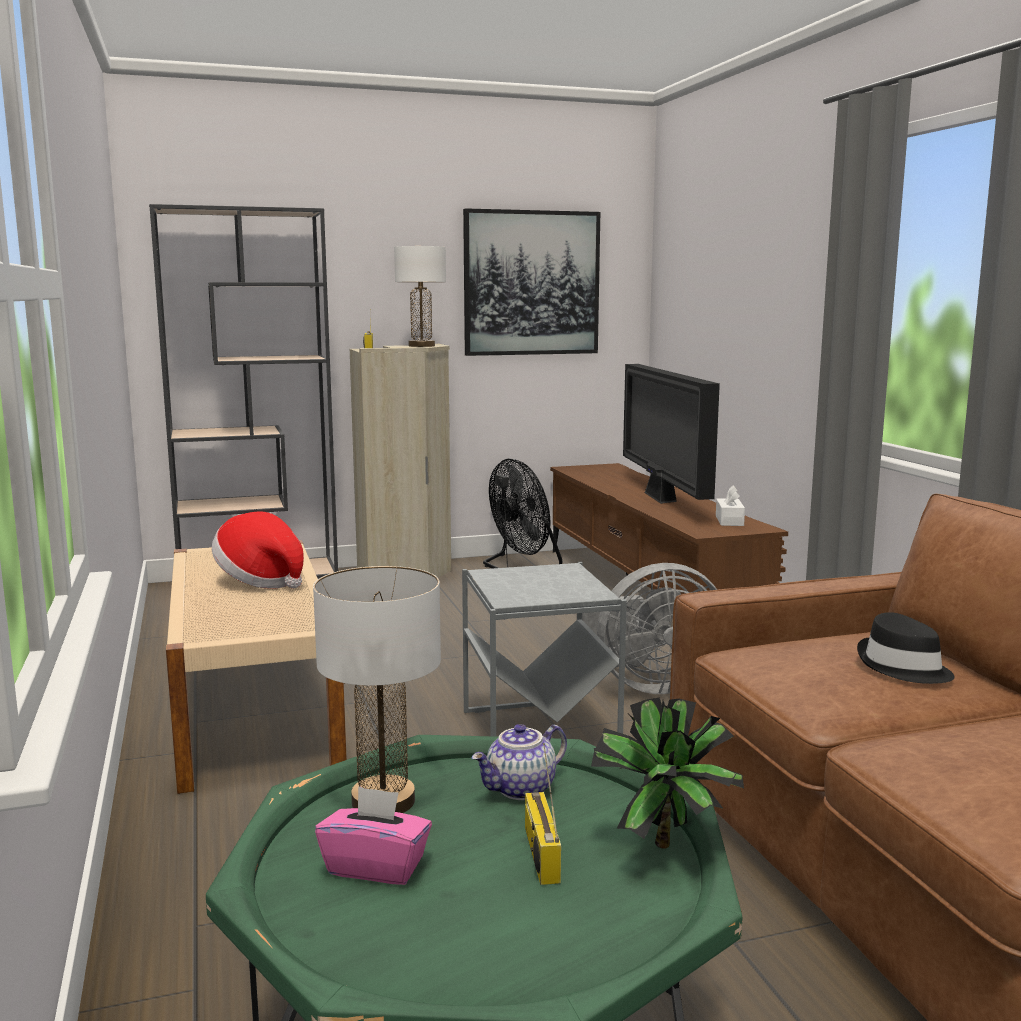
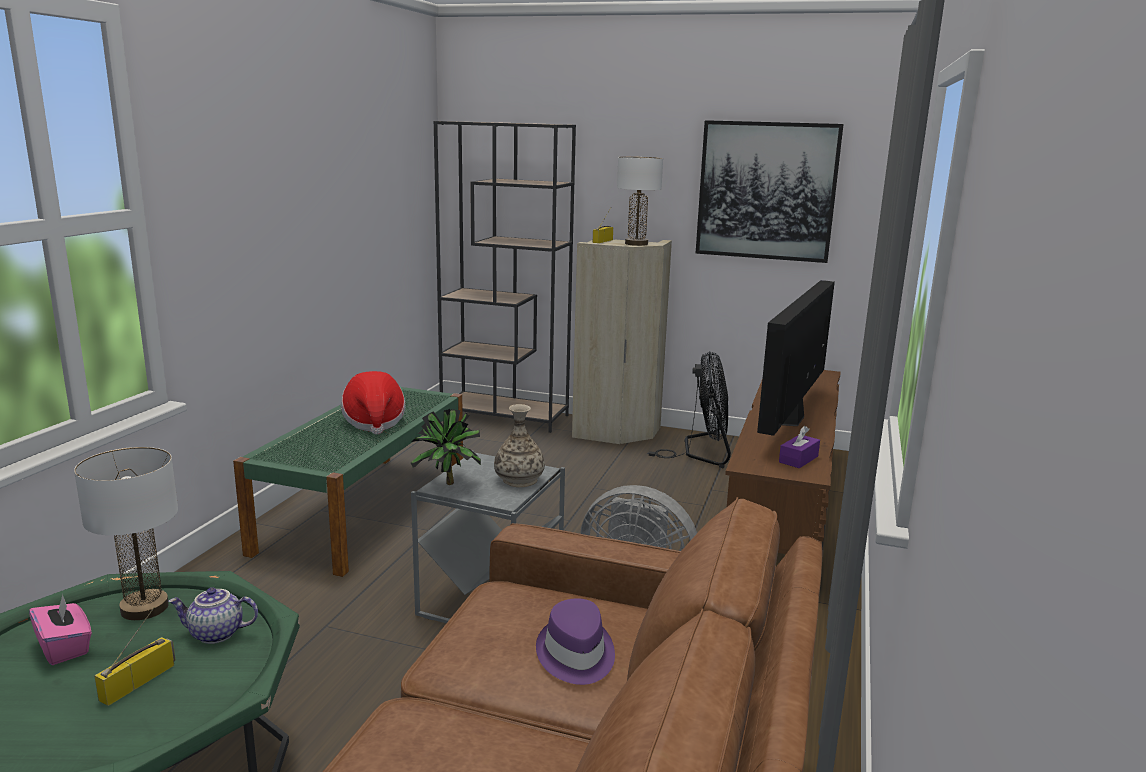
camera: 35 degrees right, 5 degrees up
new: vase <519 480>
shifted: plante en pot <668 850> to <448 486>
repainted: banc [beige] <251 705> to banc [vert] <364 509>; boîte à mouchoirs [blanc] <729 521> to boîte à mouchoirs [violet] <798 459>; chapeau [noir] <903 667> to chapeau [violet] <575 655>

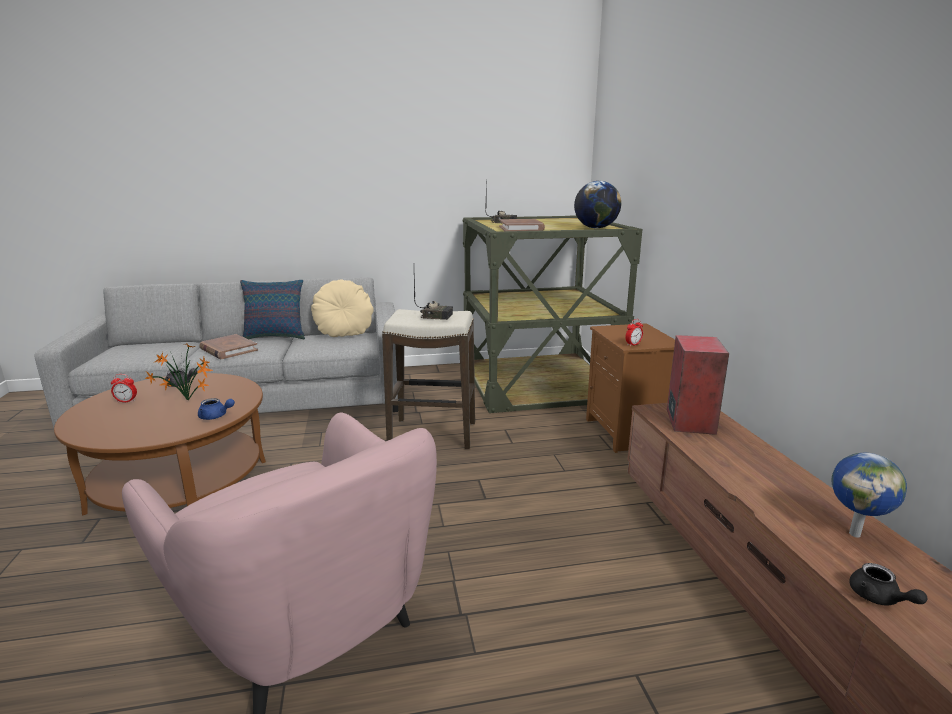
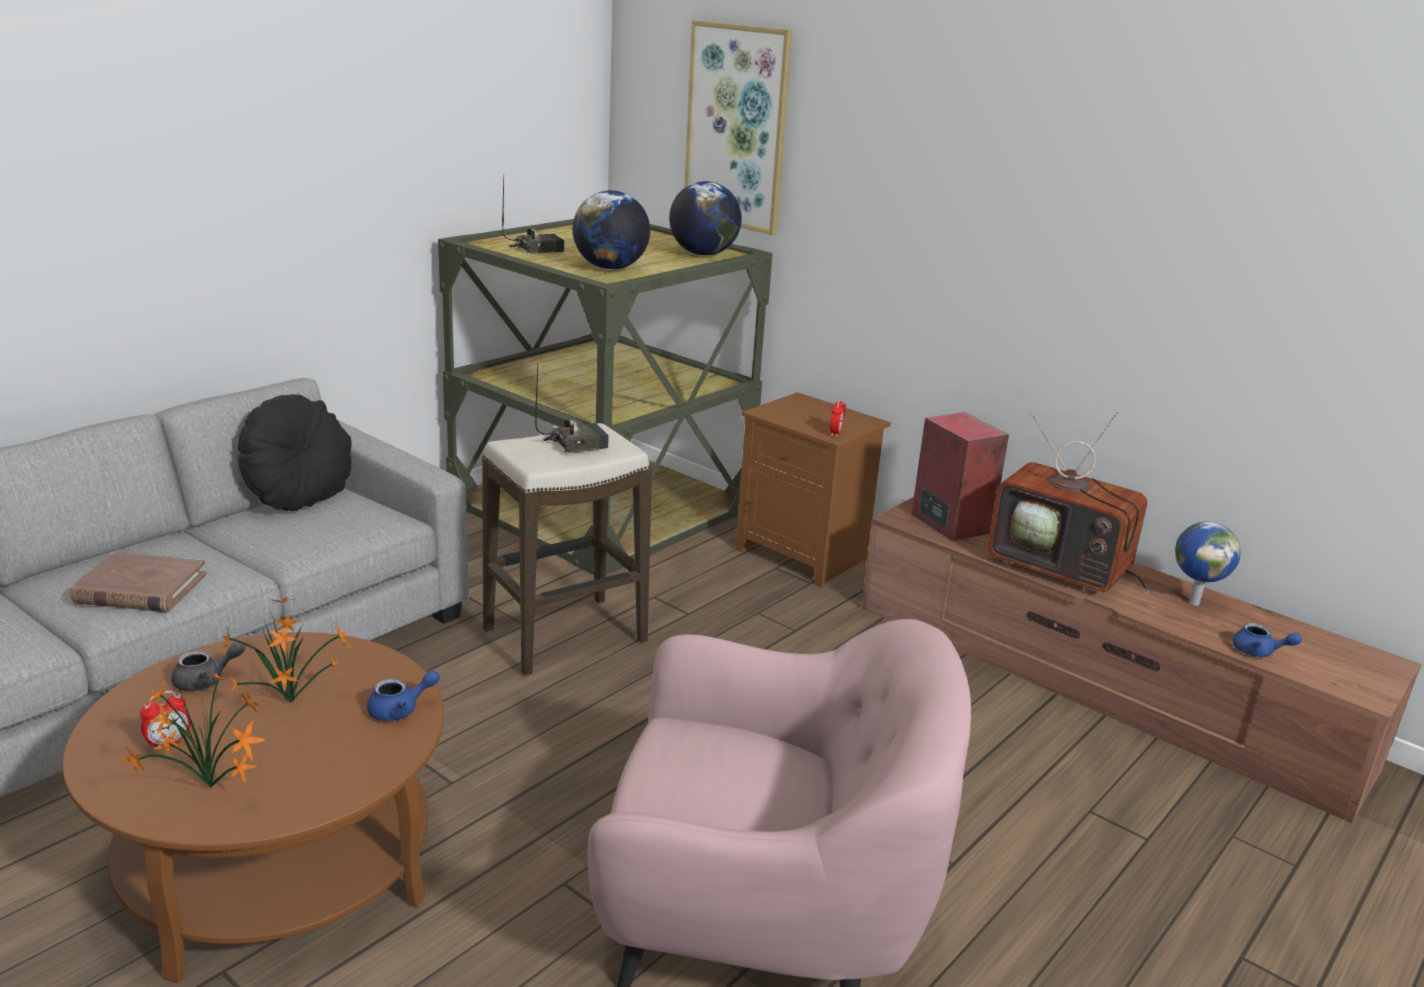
camera: 40 degrees left, 5 degrees up
gone: coussin [bleu] <275 337>
new: plante en pot <212 790>; tableau <737 127>; téléviseur <1063 568>
swapped: livre [marron] <521 229> to globe <610 268>
repainted: coussin [beige] <344 334> to coussin [noir] <300 501>; théière [noir] <879 598> to théière [bleu] <1258 652>

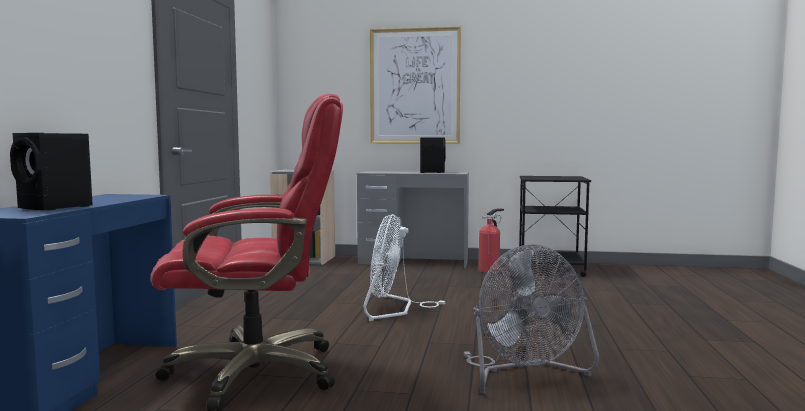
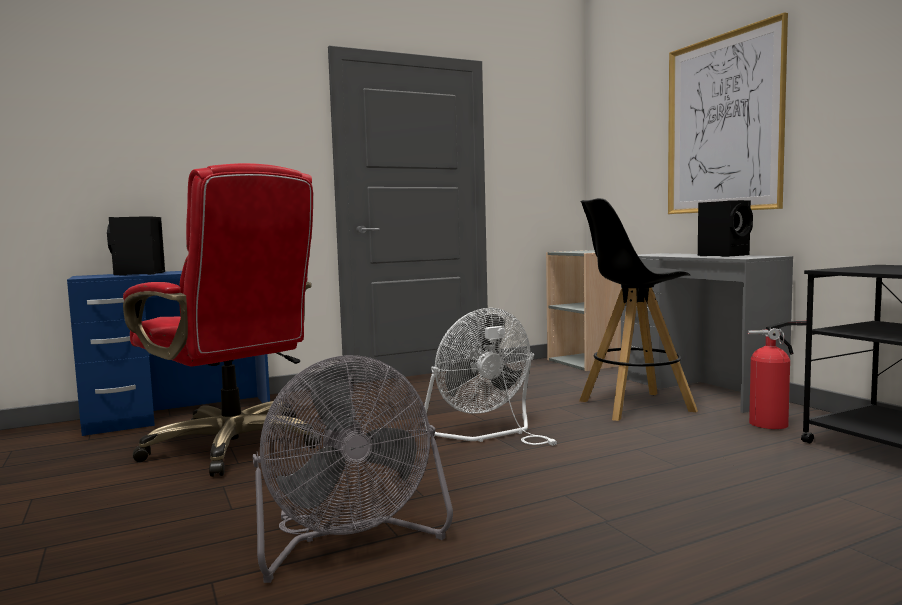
camera: 55 degrees right, 0 degrees up
new: tabouret [noir] <634 406>
rotated: ventilateur [gris] <519 374> = <342 544> 60 degrees counterclockwise

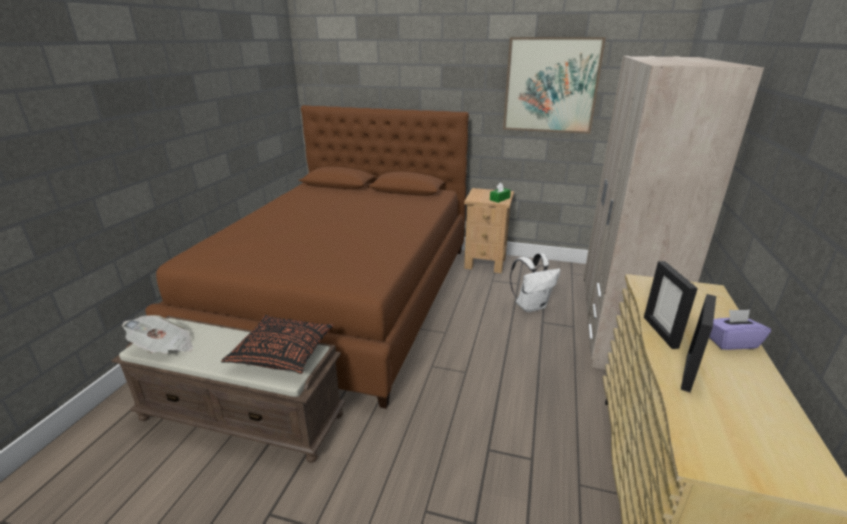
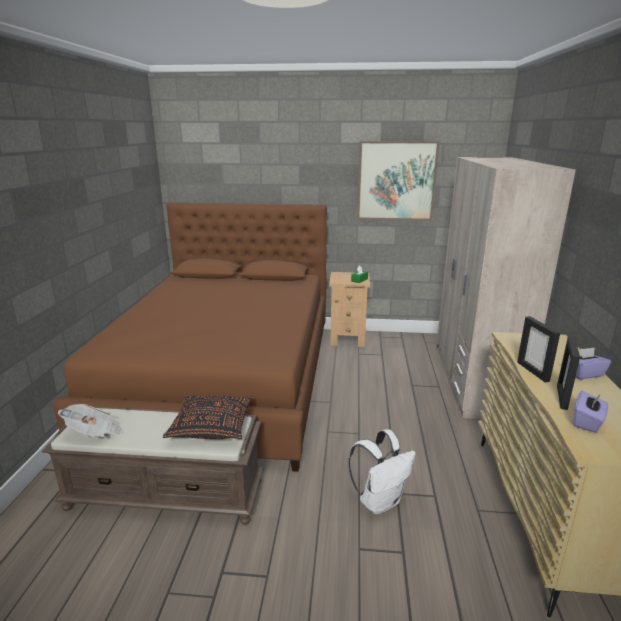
camera: 10 degrees left, 5 degrees down
new: boîte à mouchoirs [violet] <587 422>
shifted: sac à dos [blanc] <531 306> to <380 501>

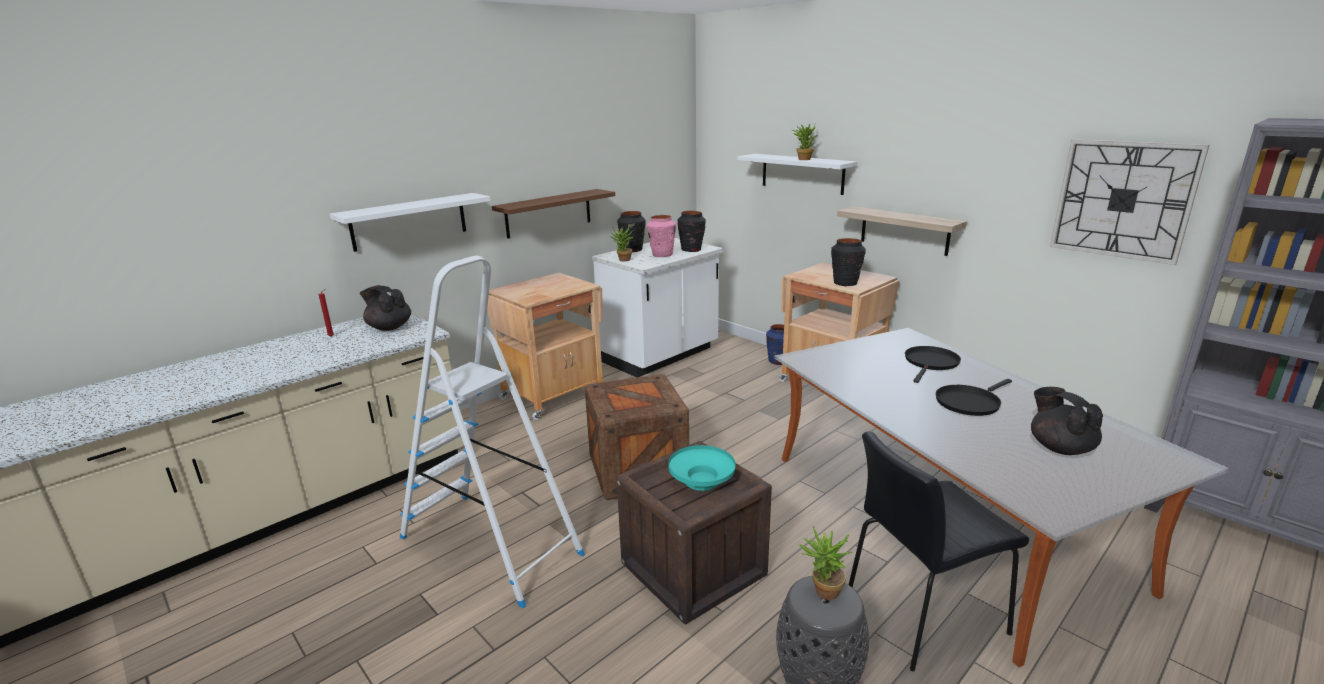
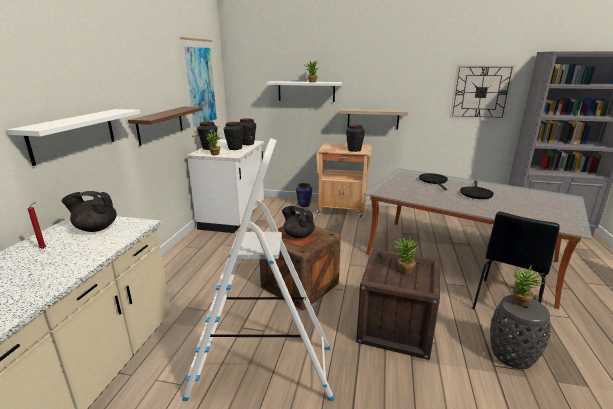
camera: 35 degrees left, 0 degrees up
gone: chariot [marron] <553 395>
new: tableau <201 87>
shifted: théière [noir] <1060 448> to <298 235>
swapped: bol [turquoise] <702 480> to plante en pot <403 269>
repainted: vase [rose] <662 255> to vase [noir] <235 148>

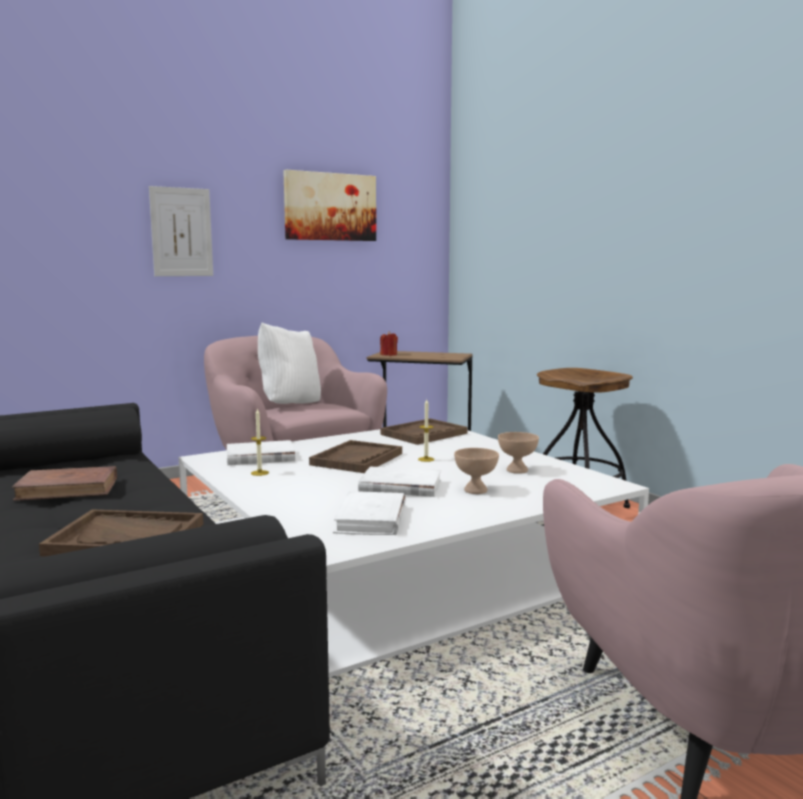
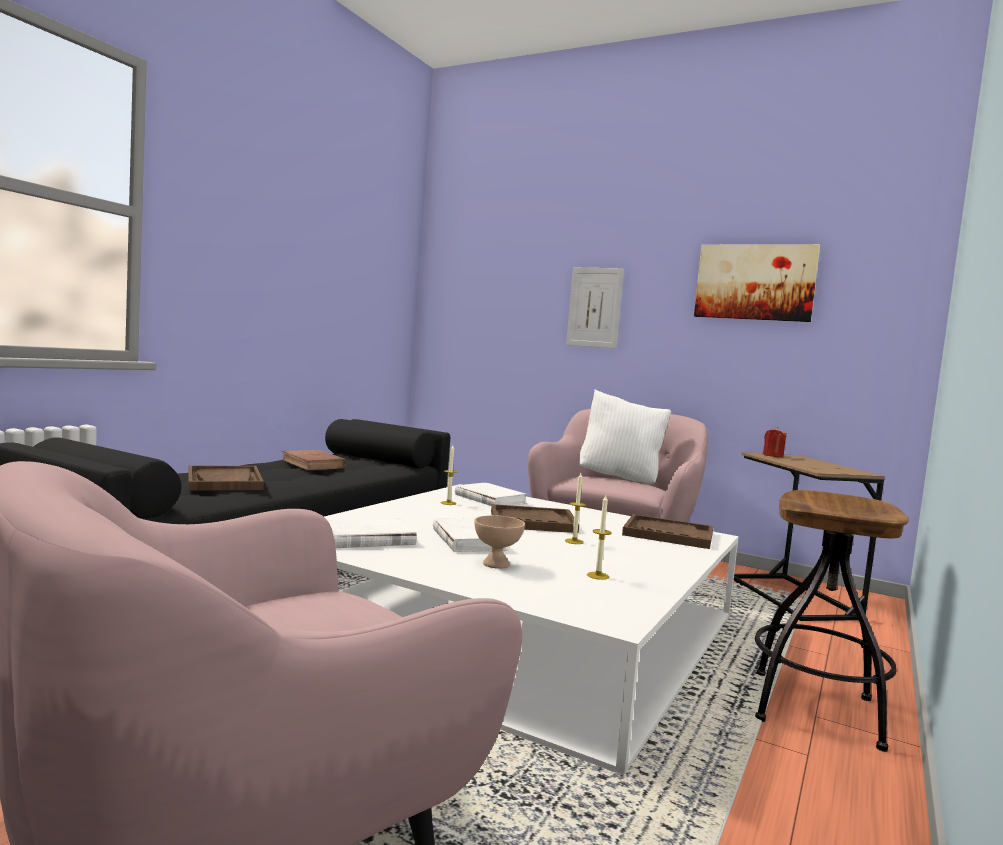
camera: 60 degrees right, 5 degrees down
swapped: bol [beige] <516 470> to bougie <597 575>

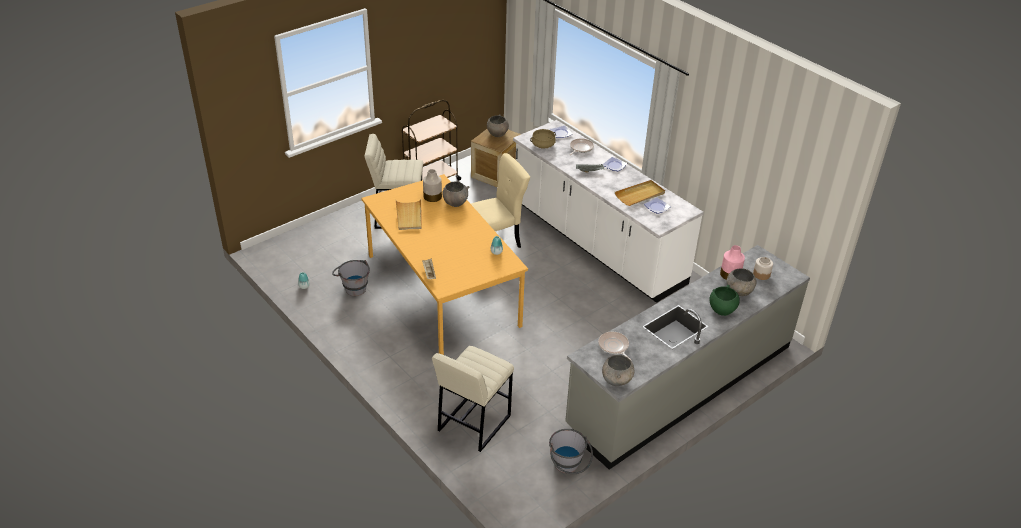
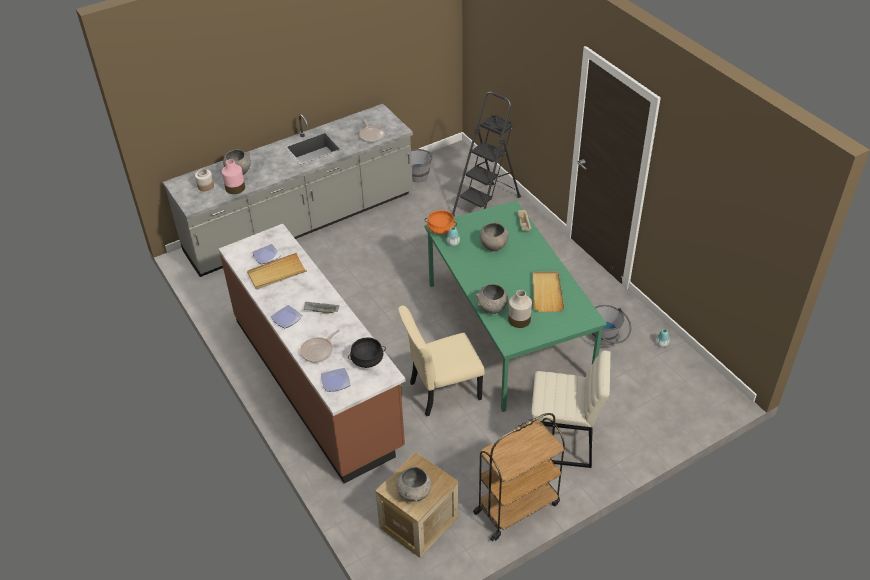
camera: 170 degrees left, 5 degrees up
gone: bol [vert] <722 310>
new: marmite [orange] <441 229>
shifted: bol [gris] <616 380> to <493 246>
swapped: chaise [beige] <473 424> to escabeau <486 205>
repainted: table à manger [orange] <443 290> to table à manger [vert] <506 330>; comptoir de cuisine [blanc] <596 243> to comptoir de cuisine [marron] <317 382>; marmite [beige] <543 145> to marmite [noir] <367 360>

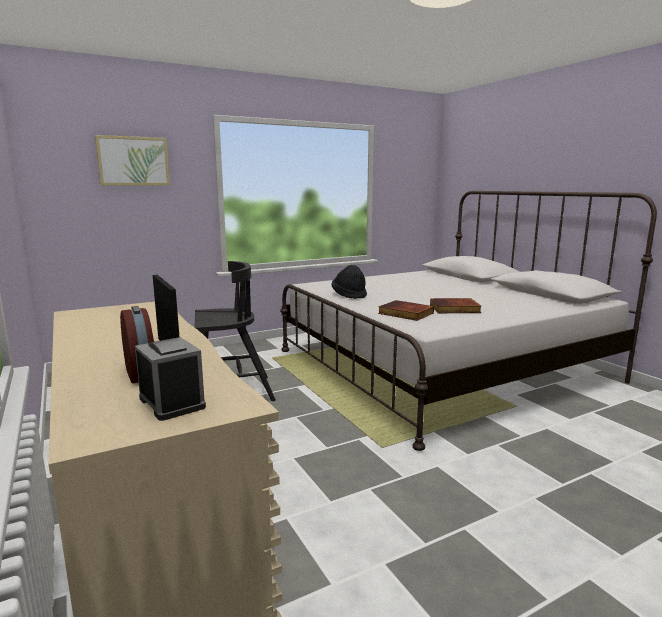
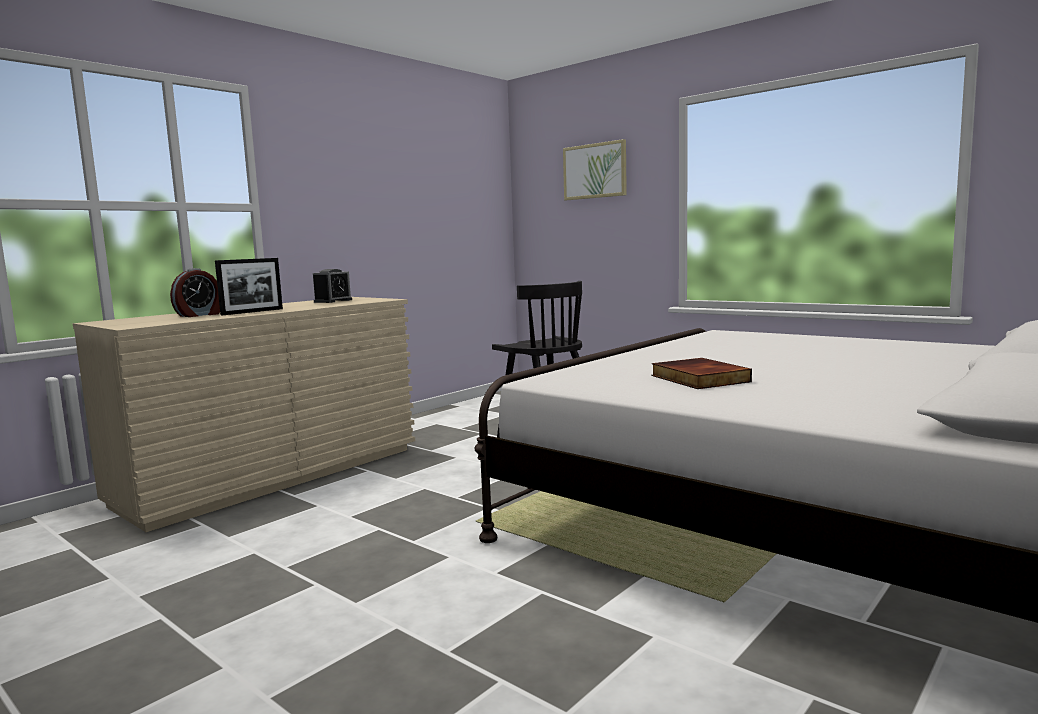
camera: 70 degrees right, 5 degrees down
gone: chapeau [noir] <349 295>; livre <405 313>
shifted: réveil <172 402> to <333 301>

